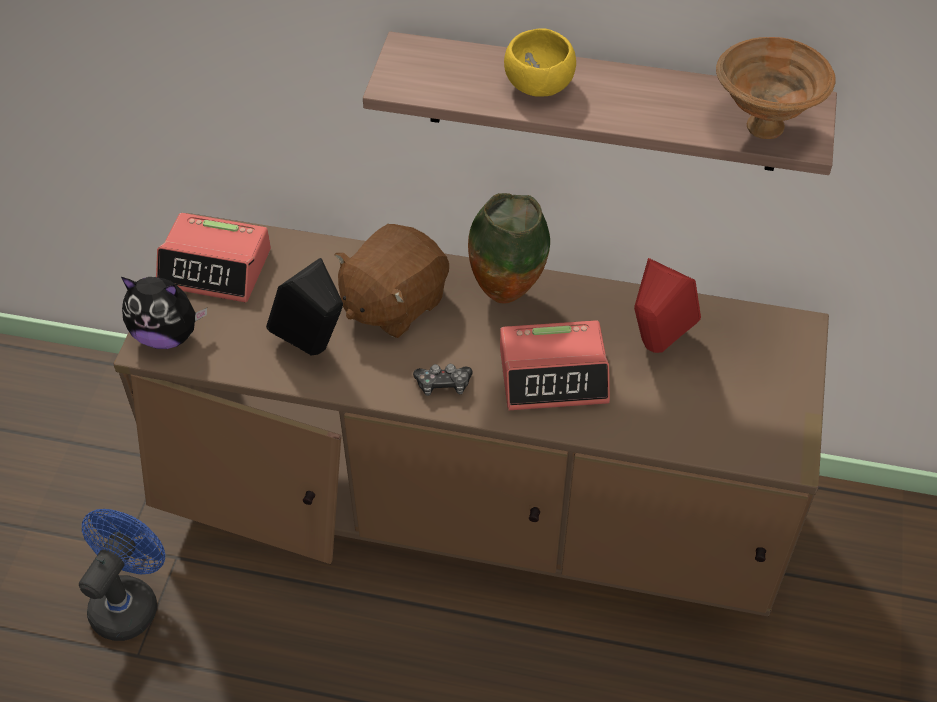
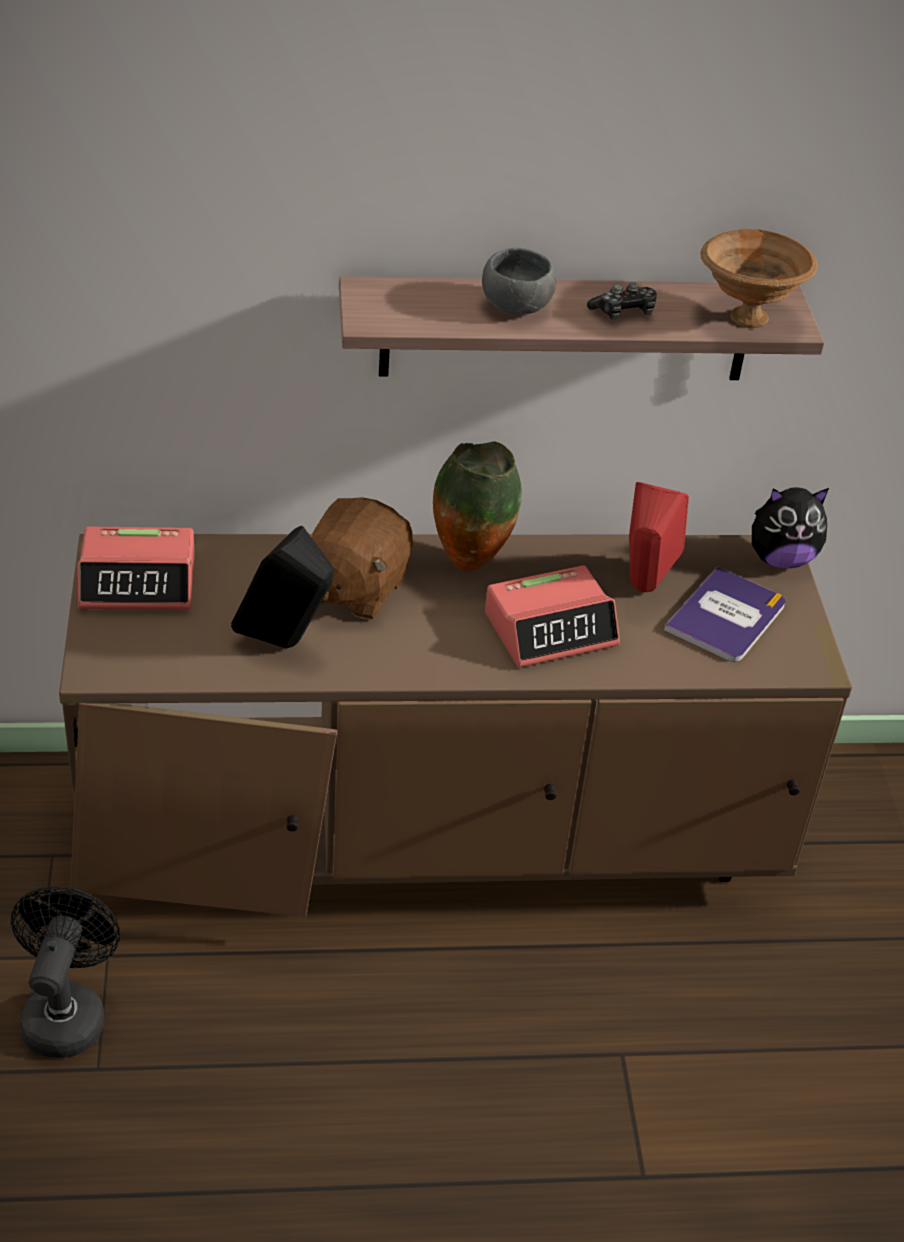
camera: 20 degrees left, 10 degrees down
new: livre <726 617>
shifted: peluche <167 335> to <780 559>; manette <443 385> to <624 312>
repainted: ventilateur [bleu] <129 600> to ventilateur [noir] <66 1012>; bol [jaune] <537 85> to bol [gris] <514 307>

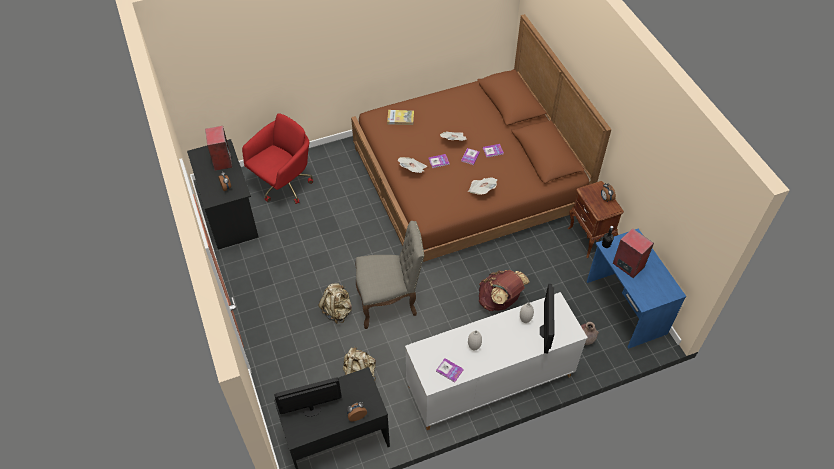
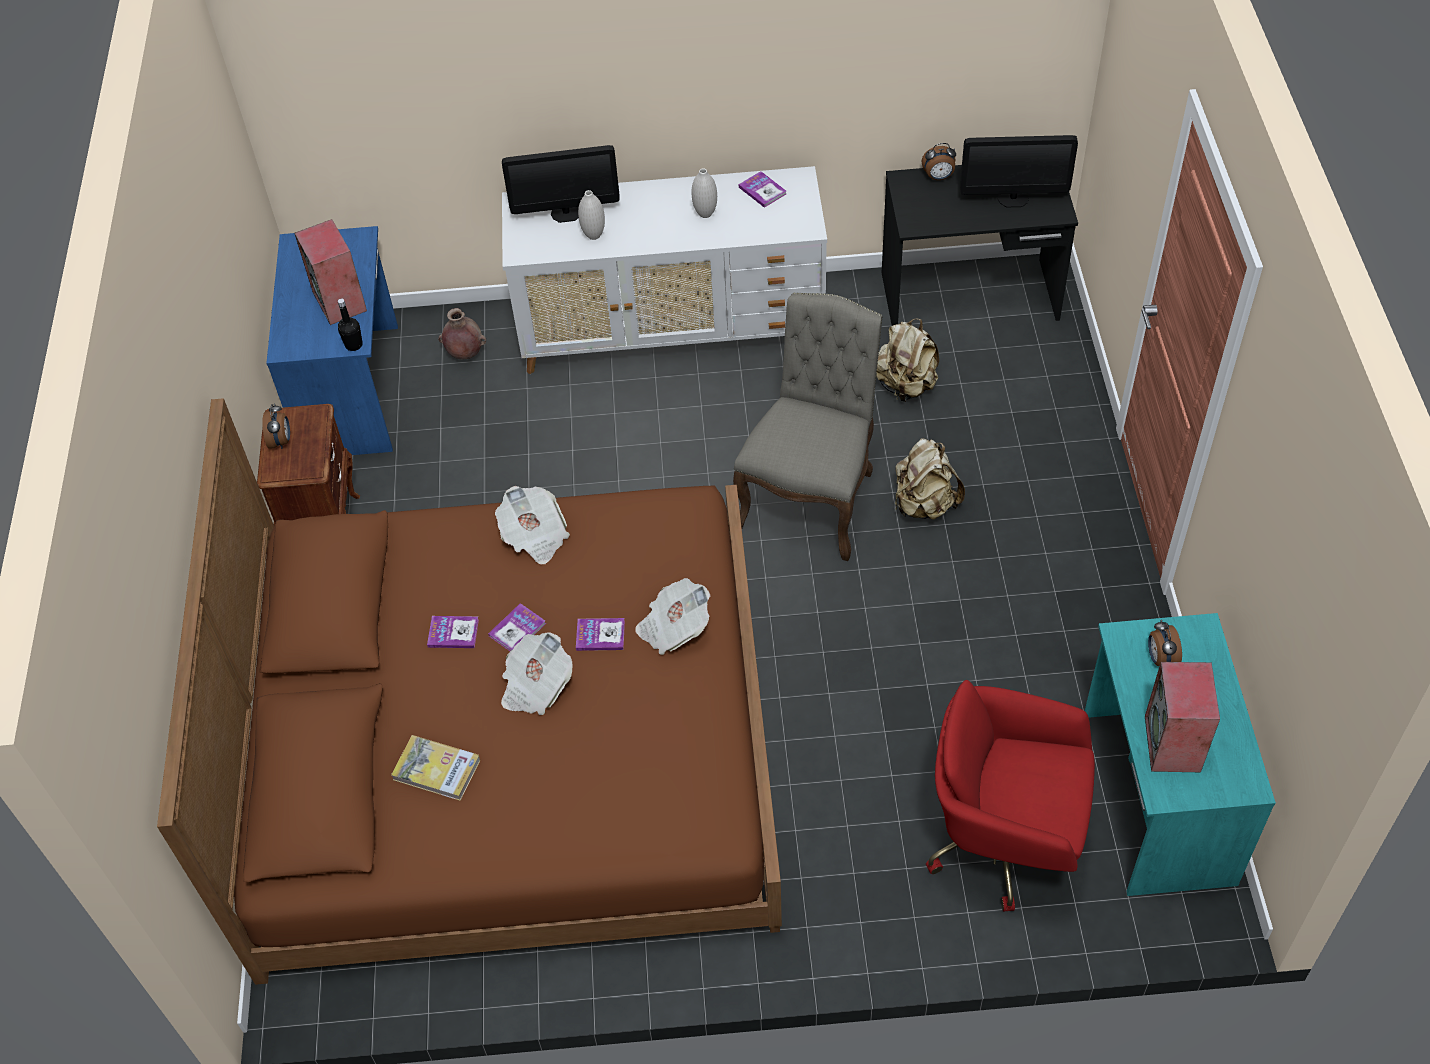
camera: 160 degrees left, 0 degrees up
gone: sac à dos [marron] <499 301>
shifted: livre <400 118> to <436 770>
repainted: bureau [noir] <230 214> to bureau [turquoise] <1155 798>
rotated: chaise de bureau [rouge] <284 187> = <1002 845> 45 degrees clockwise; chaise [gris] <388 301> = <812 499> 105 degrees clockwise; écran d'ordinateur <546 331> = <566 213> 60 degrees clockwise

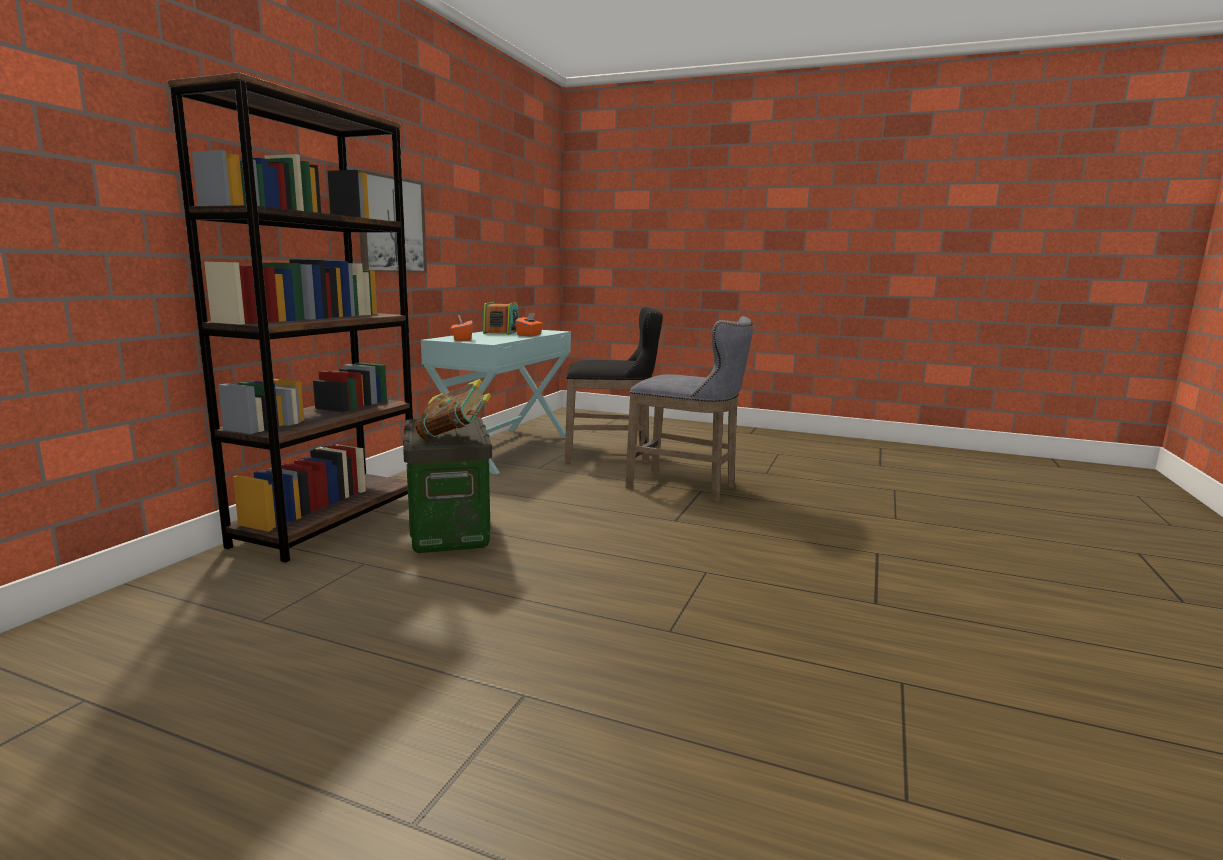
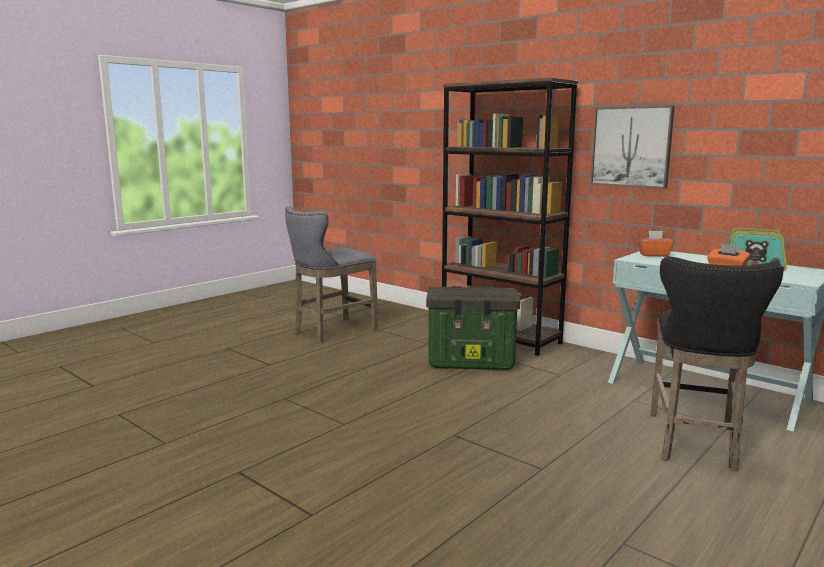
camera: 110 degrees right, 0 degrees up
gone: livre <454 437>
shifted: tabouret [gris] <687 487> to <331 332>

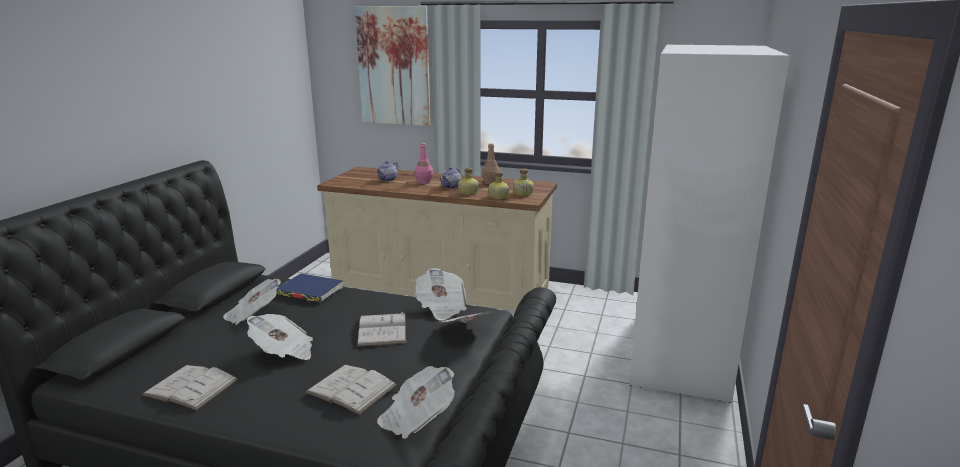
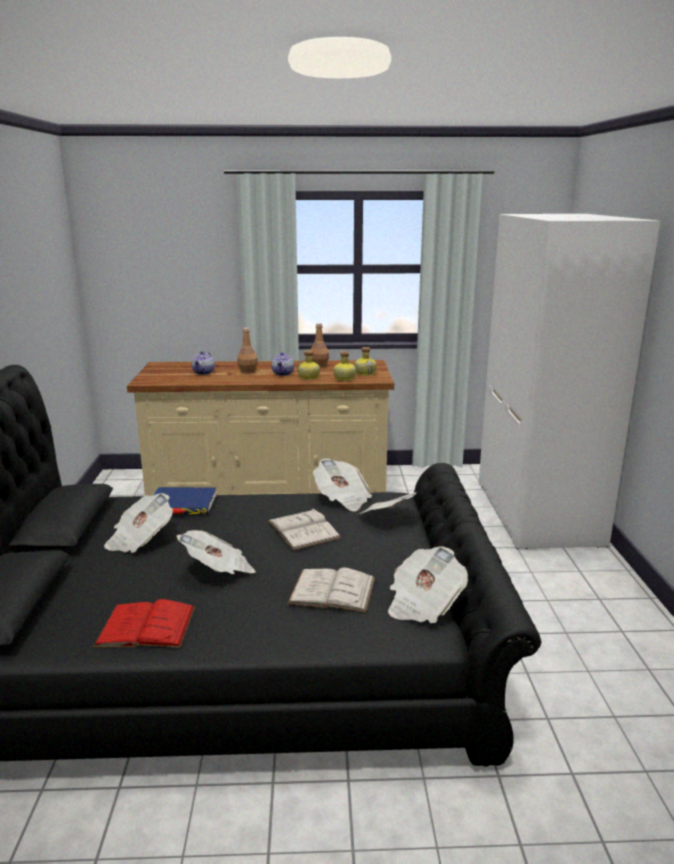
camera: 20 degrees left, 0 degrees up
gone: tableau <394 66>
repainted: livre [blanc] <191 387> to livre [rouge] <146 626>; bouteille [rose] <424 182> to bouteille [marron] <248 372>

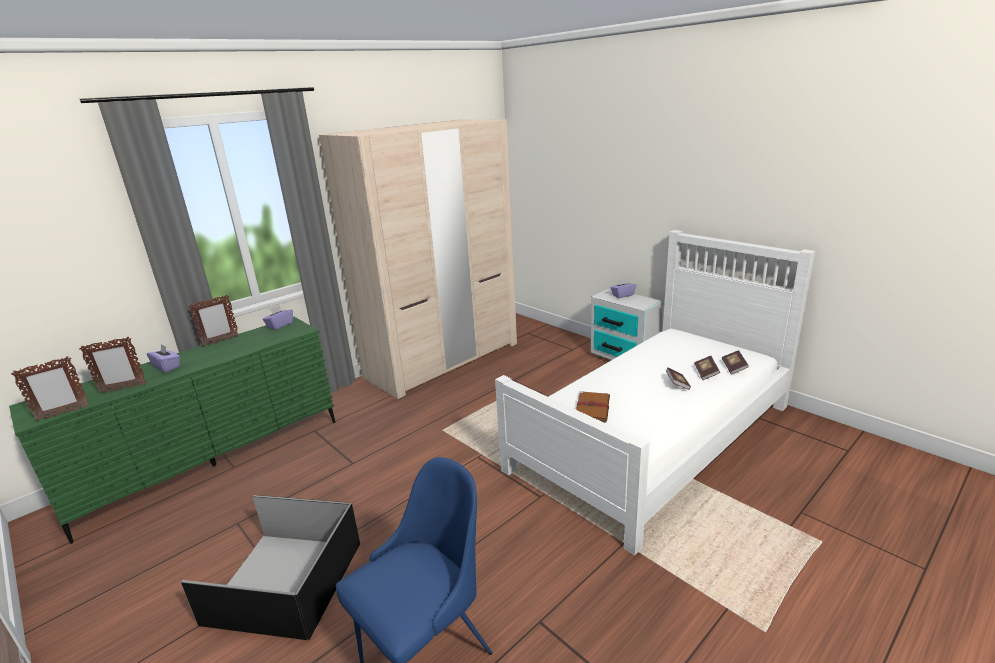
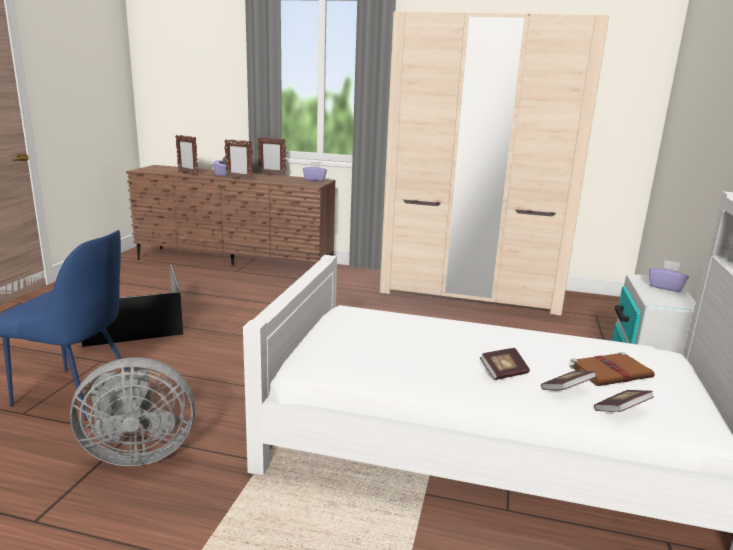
camera: 55 degrees right, 5 degrees down
new: ventilateur [gris] <136 452>
shifted: cadre photo <63 413> to <239 179>; livre [marron] <592 408> to <611 372>
repainted: commode [vert] <214 464> to commode [marron] <234 265>

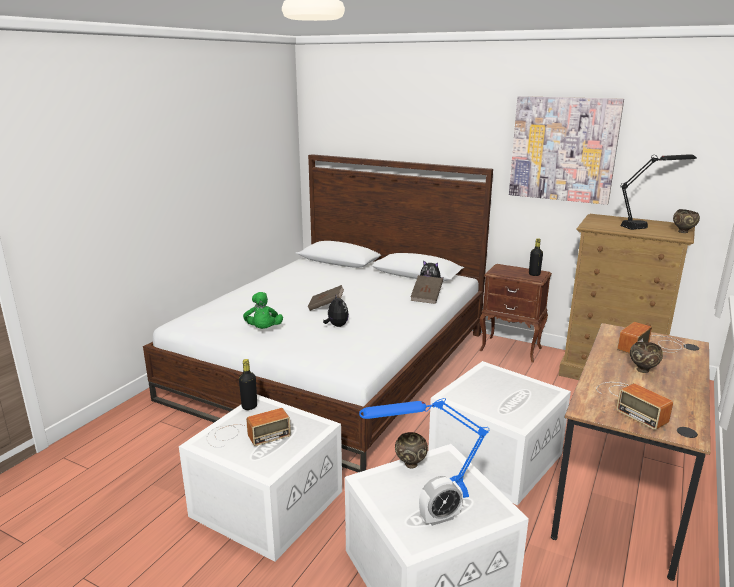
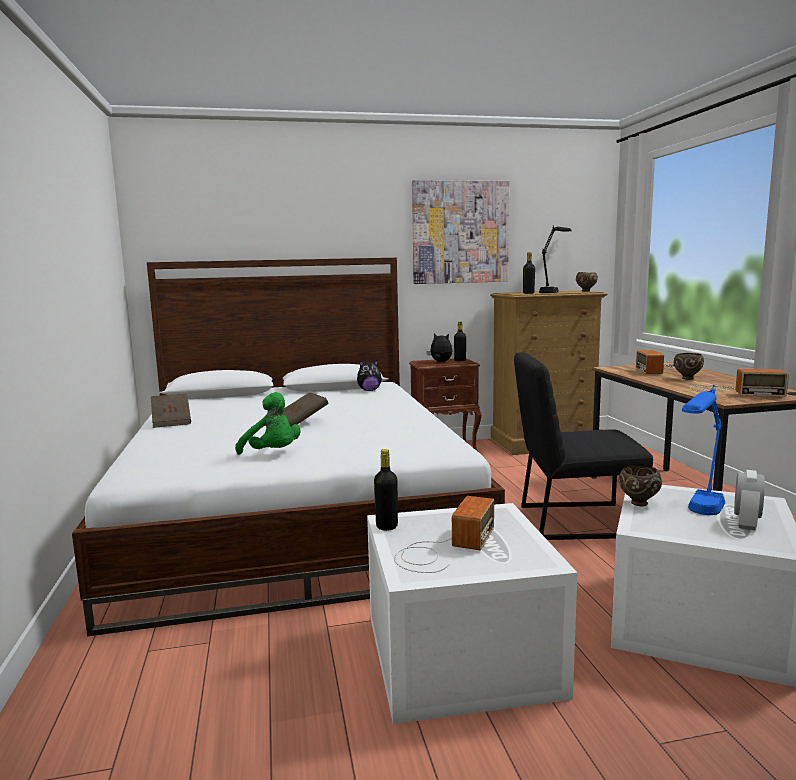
camera: 40 degrees left, 10 degrees down
new: bouteille [noir] <528 293>
shifted: peluche <336 325> to <440 362>; livre [marron] <426 297> to <171 421>
swapped: boîte de rangement [blanc] <494 456> to chaise [noir] <574 520>

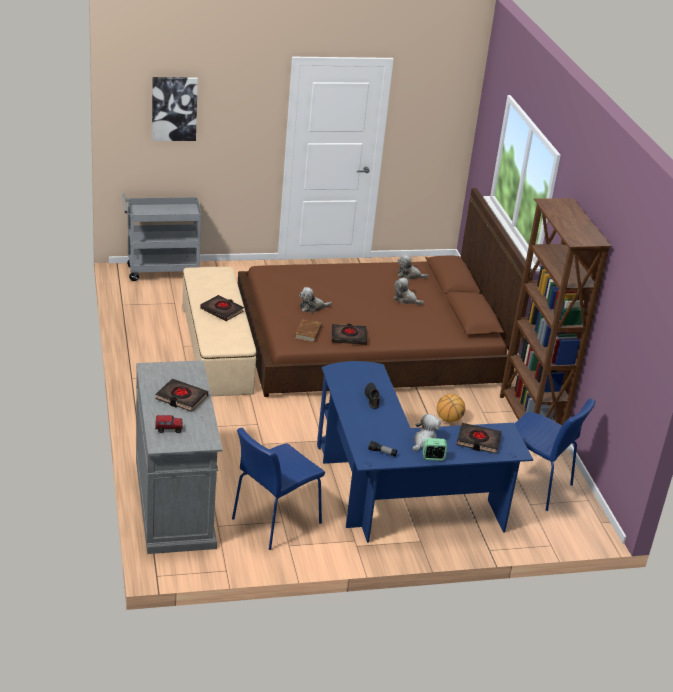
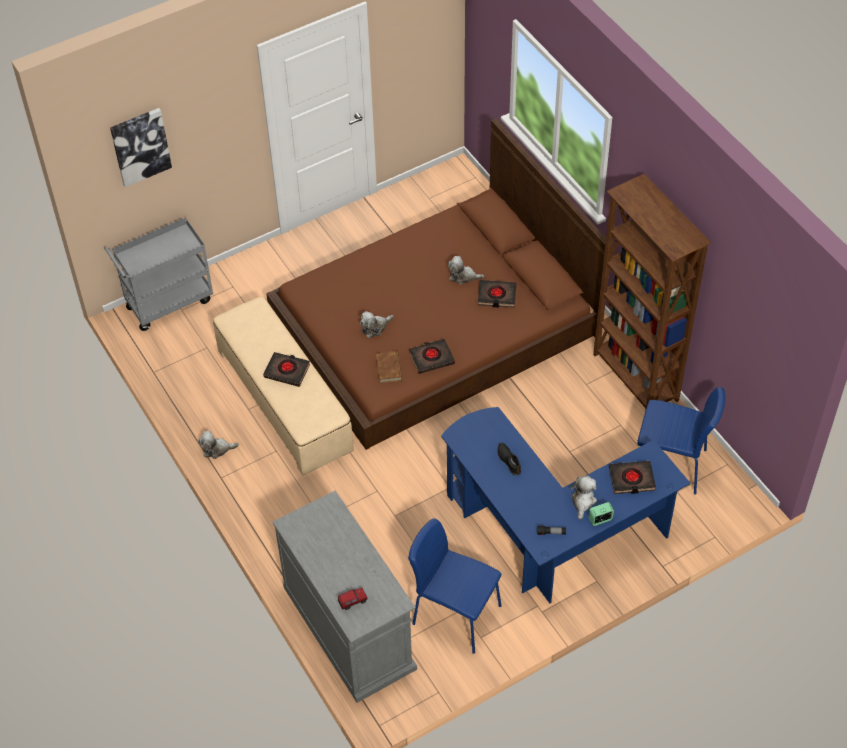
camera: 15 degrees left, 20 degrees up
gone: ballon de basket <448 419>
shifted: livre [noir] <181 398> to <496 296>; peluche <409 275> to <217 449>
rotated: chaise [bleu] <274 522> = <453 614> 90 degrees clockwise

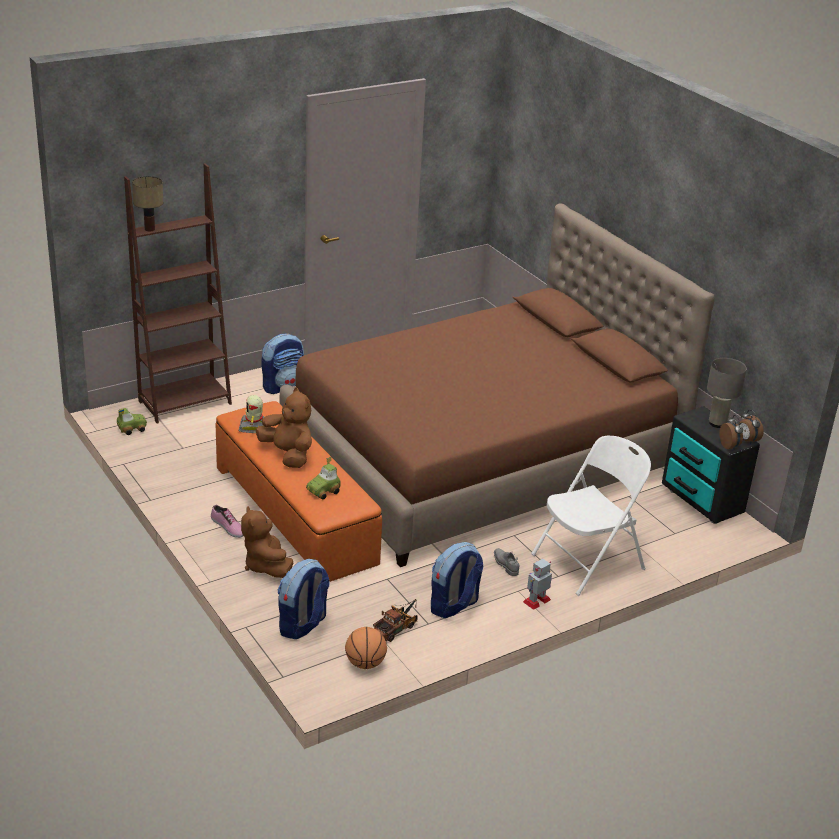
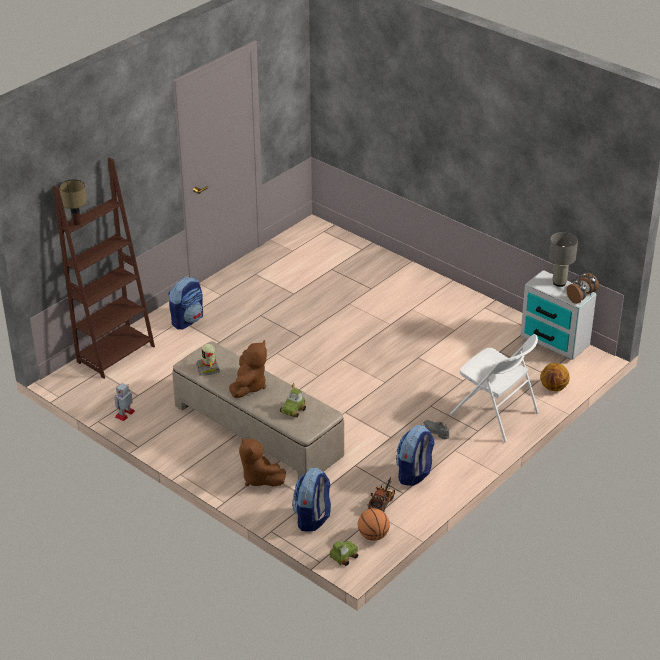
camera: 15 degrees left, 5 degrees up
gone: chaussure <227 527>; lit [marron] <482 457>
new: ballon de basket <553 388>
shifted: petite voiture <131 428> to <343 556>; robot jouet <537 600> to <125 414>
repainted: banc [orange] <295 514> to banc [beige] <259 430>; table de chevet [noir] <700 503> to table de chevet [blanc] <553 345>
rotated: peluche [marron] <288 454> = <249 386> 75 degrees clockwise; chaise [blanc] <588 562> = <494 414> 90 degrees clockwise

